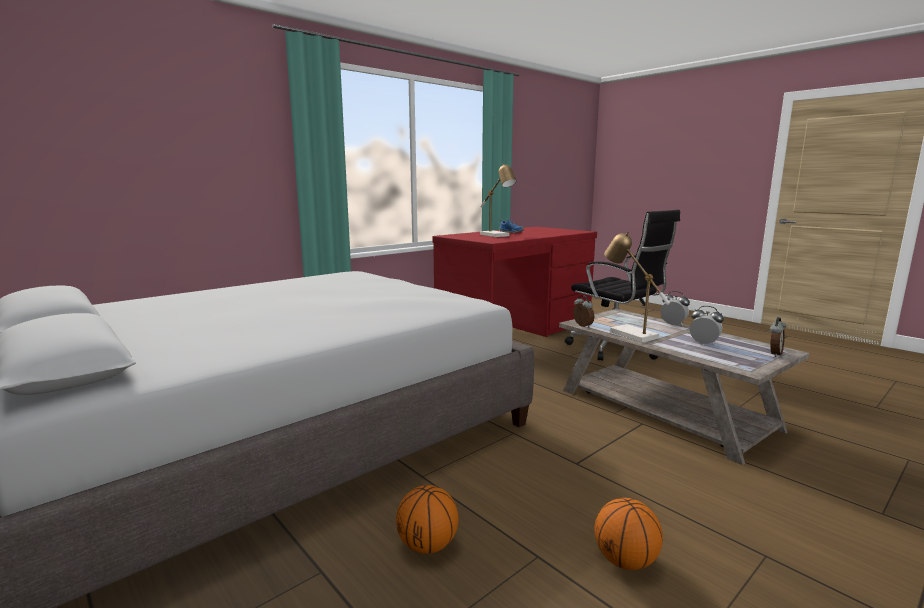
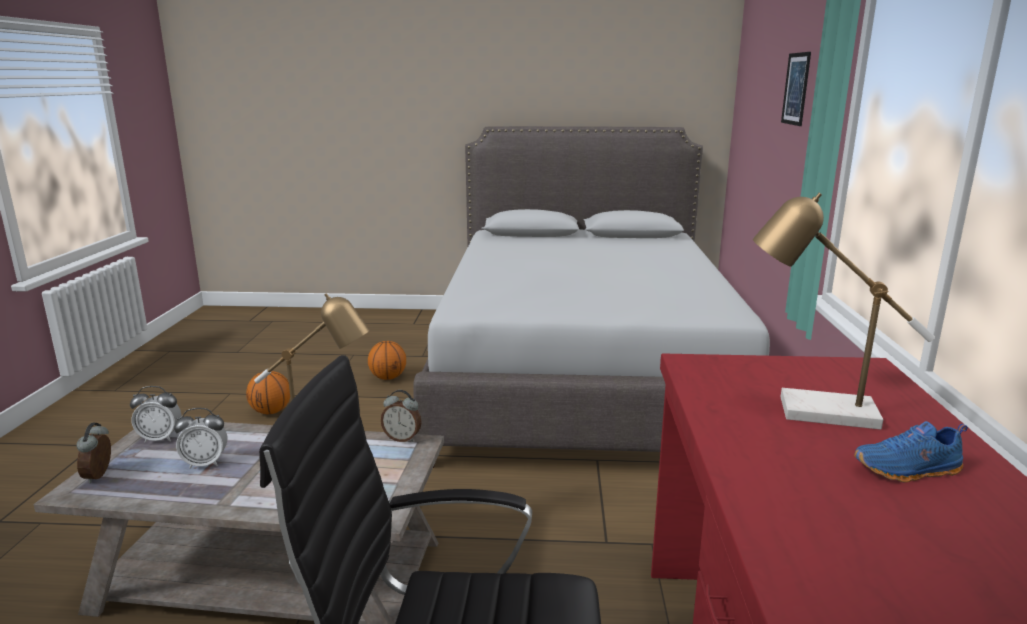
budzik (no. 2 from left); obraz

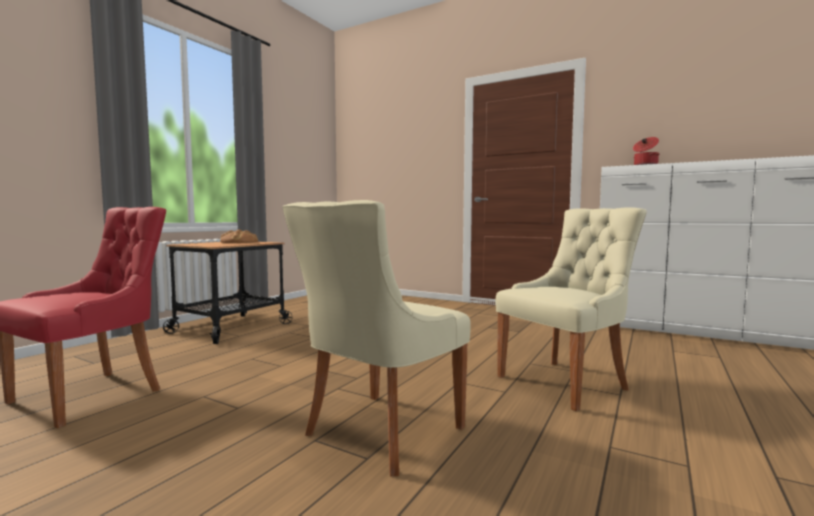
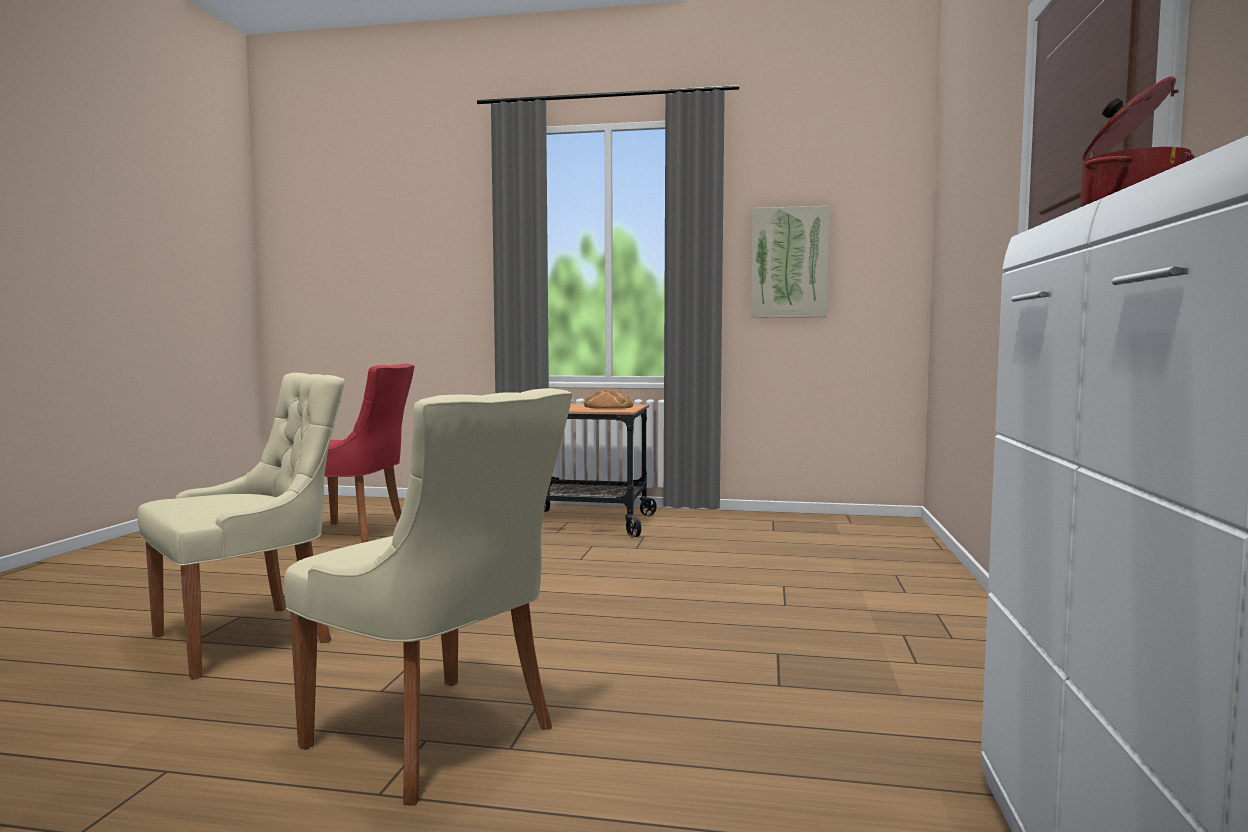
krzesło (beżowy) (no. 1 from left); obraz

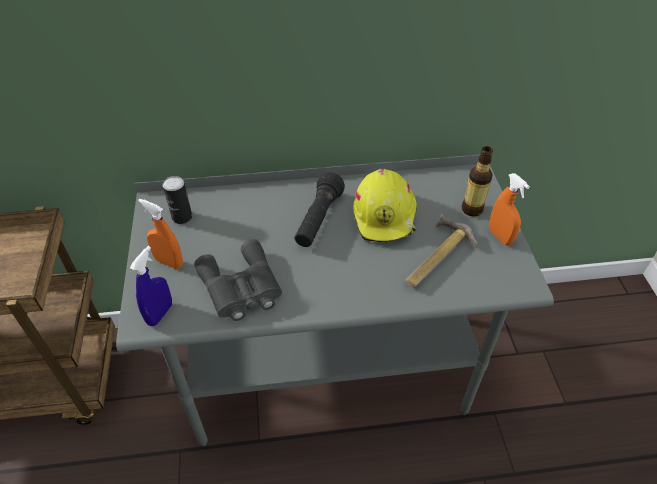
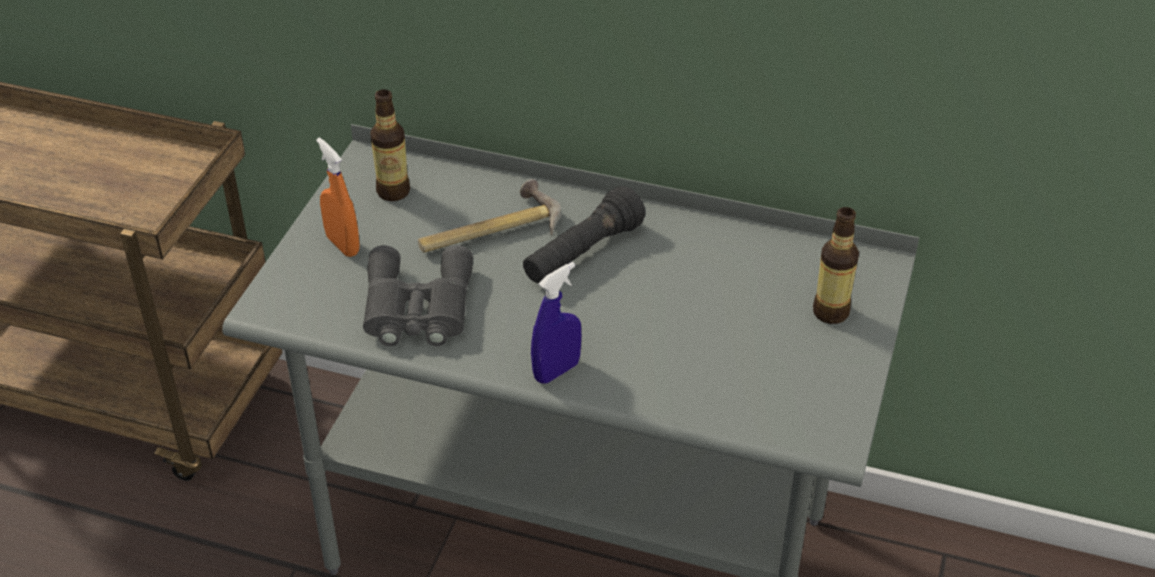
kask (żółty); spryskiwacz (pomarańczowy) (no. 2 from left in the first image); butelka (no. 1 from left); młotek; spryskiwacz (niebieski)

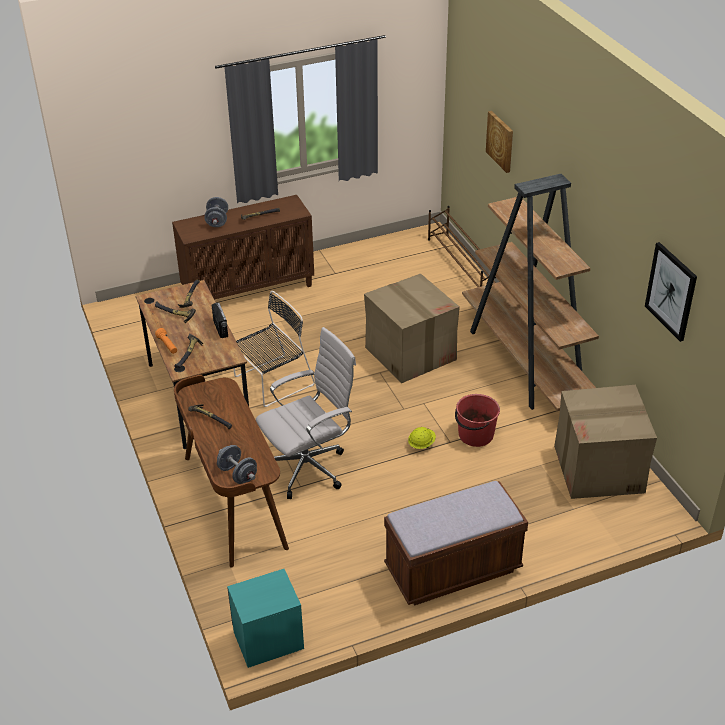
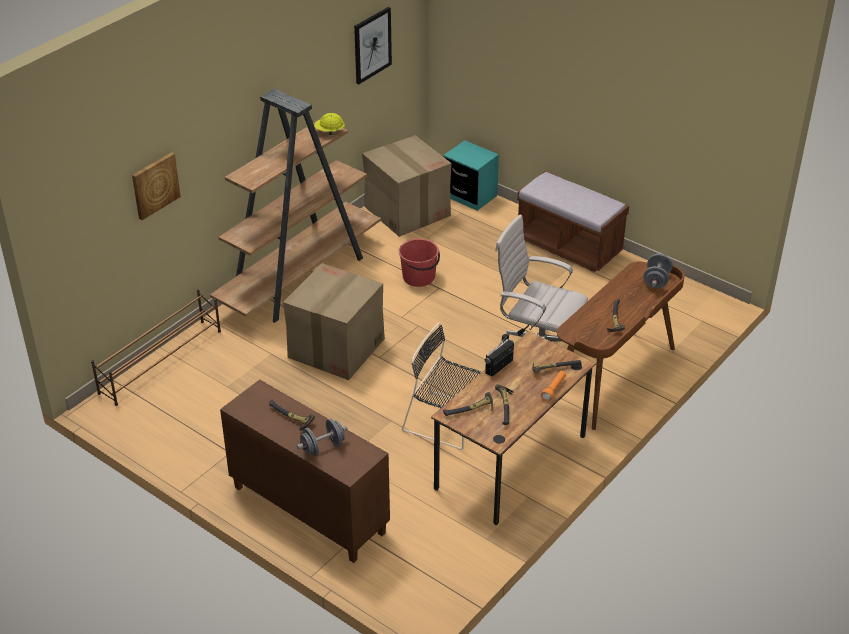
kask (żółty); szafka nocna (turkusowy)

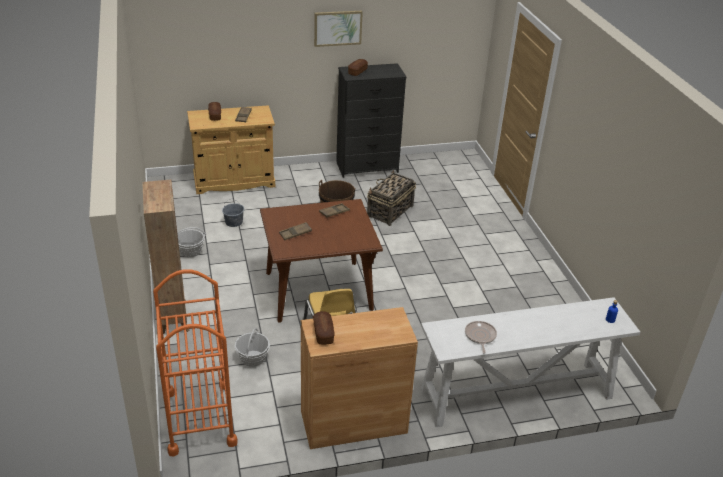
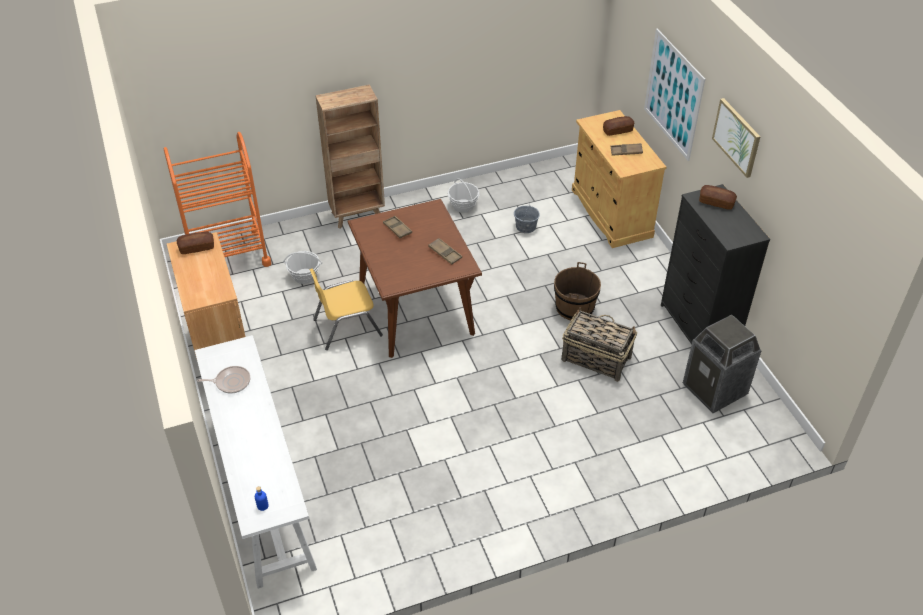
obraz (no. 1 from left); kosz na śmieci

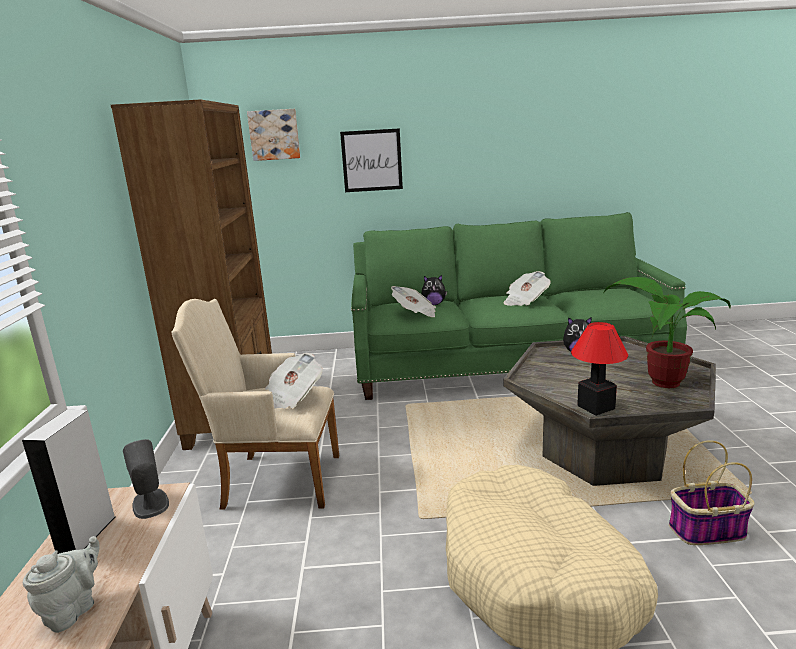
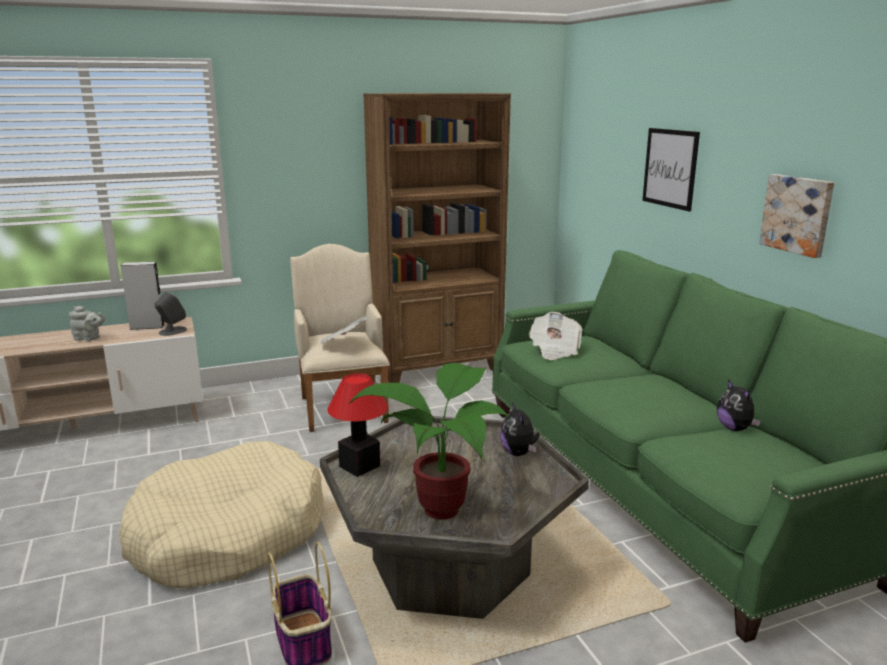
obraz (no. 2 from left); gazeta (no. 3 from left in the first image); pluszak (no. 2 from left)

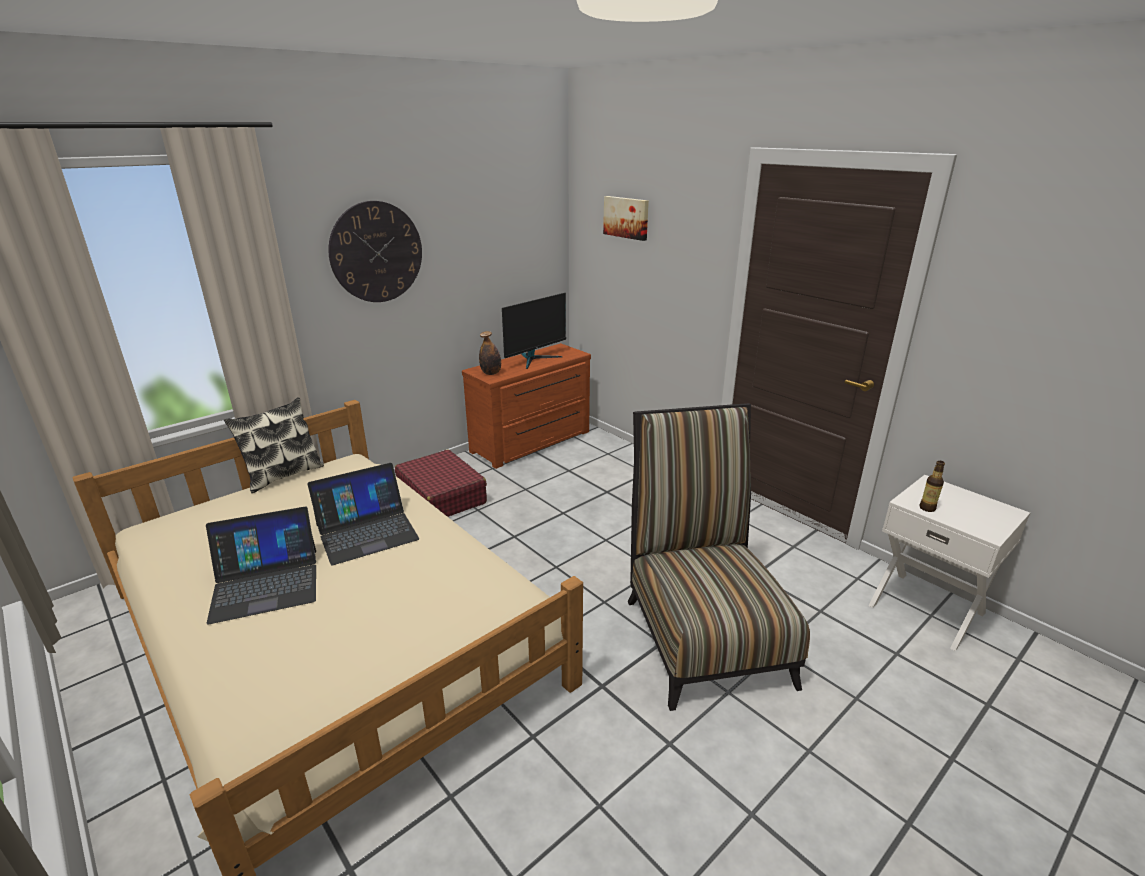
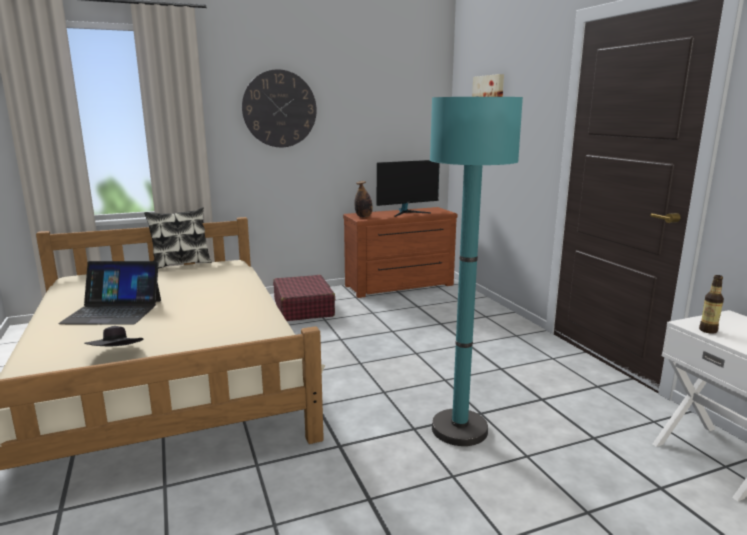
lampa stojąca (turkusowy); laptop (no. 2 from left in the first image); kapelusz (czarny)

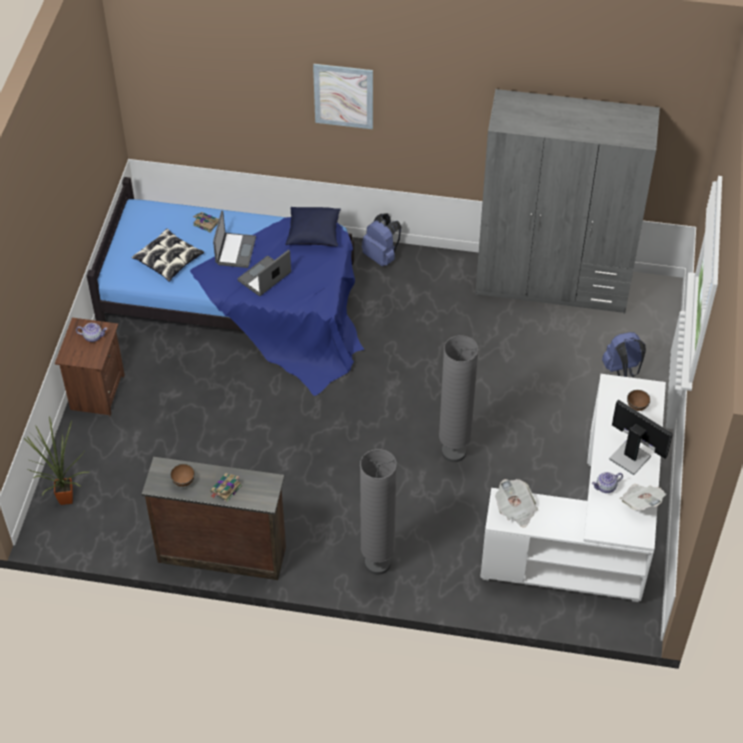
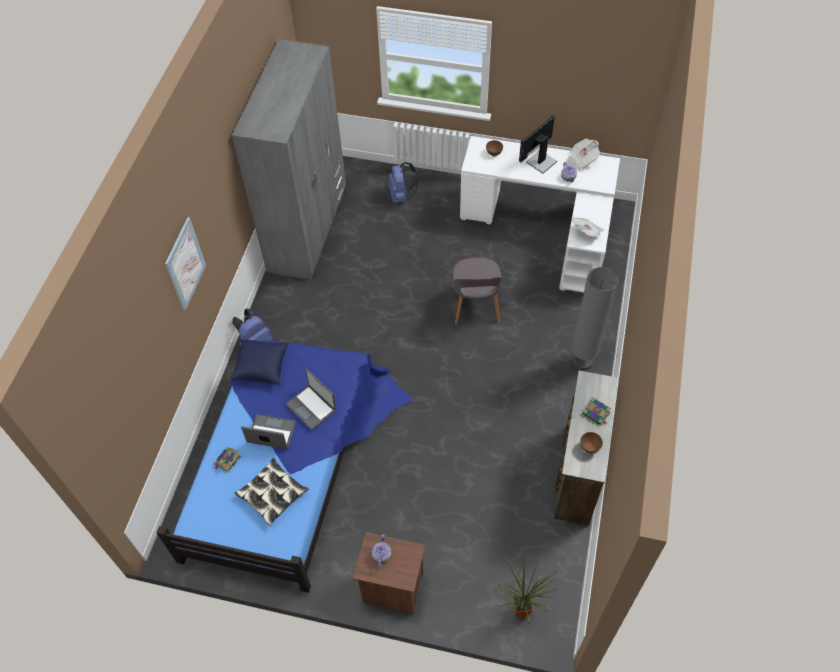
krzesło (szary)

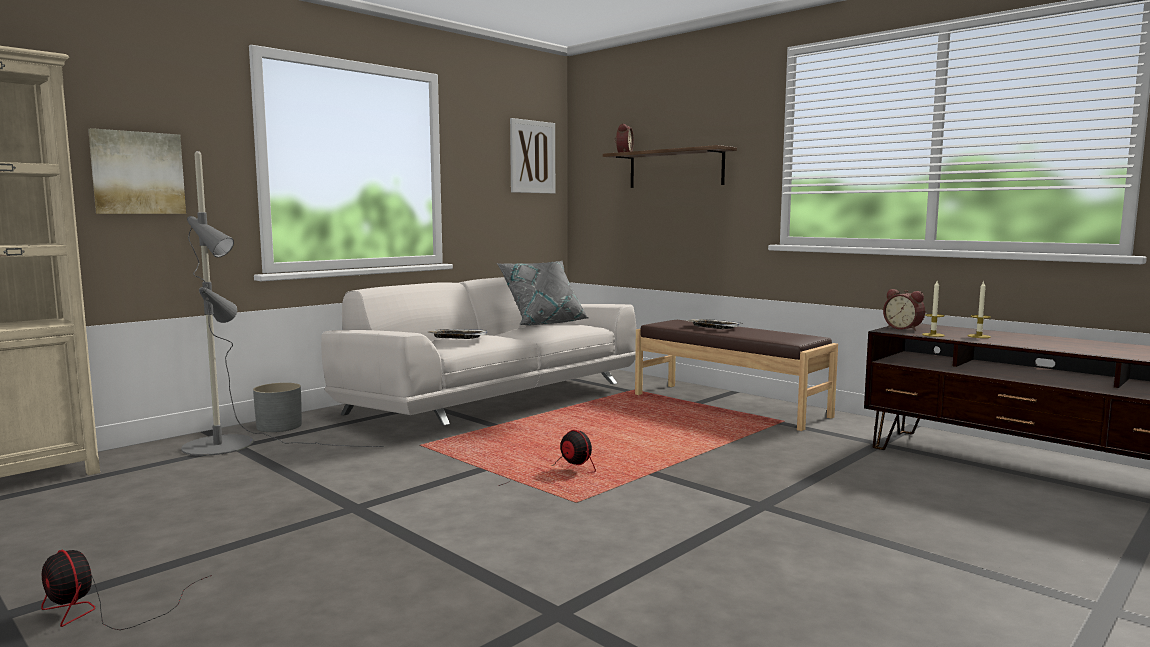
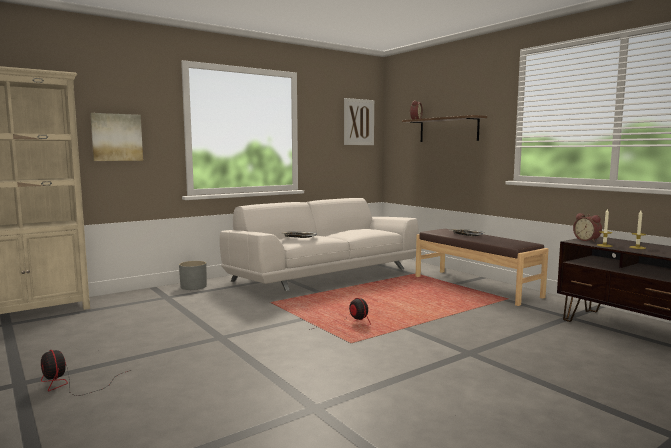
lampa stojąca (szary); poduszka (szary)

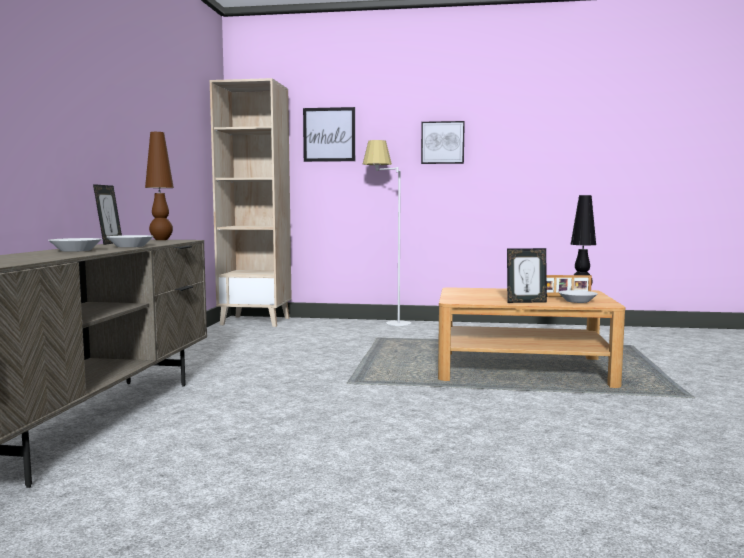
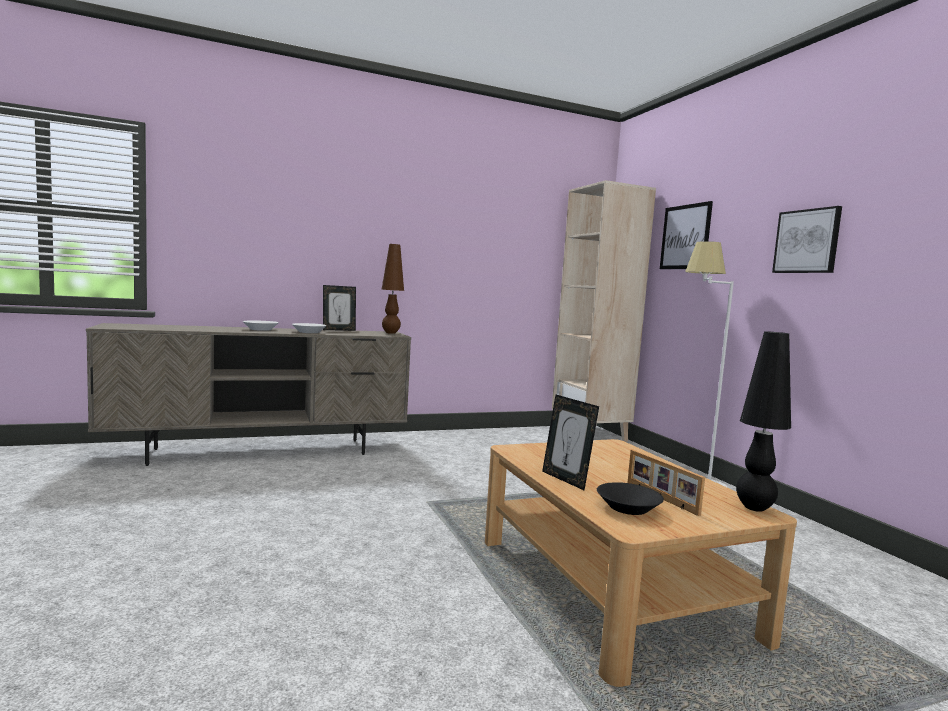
miska (czarny)

